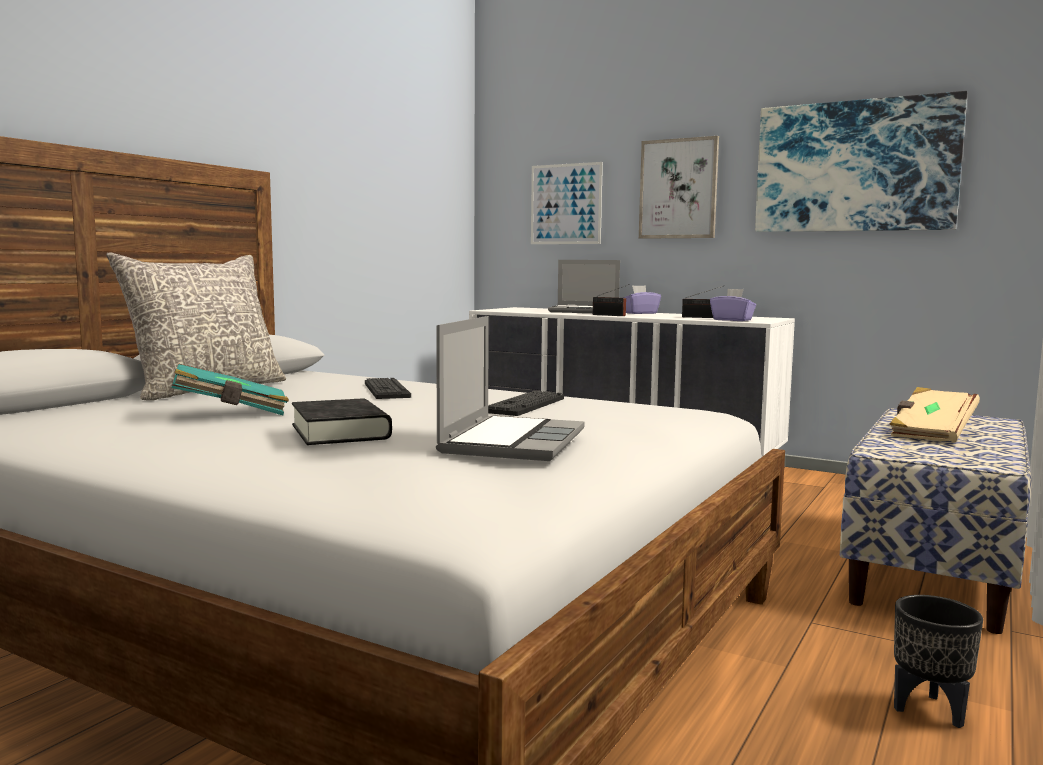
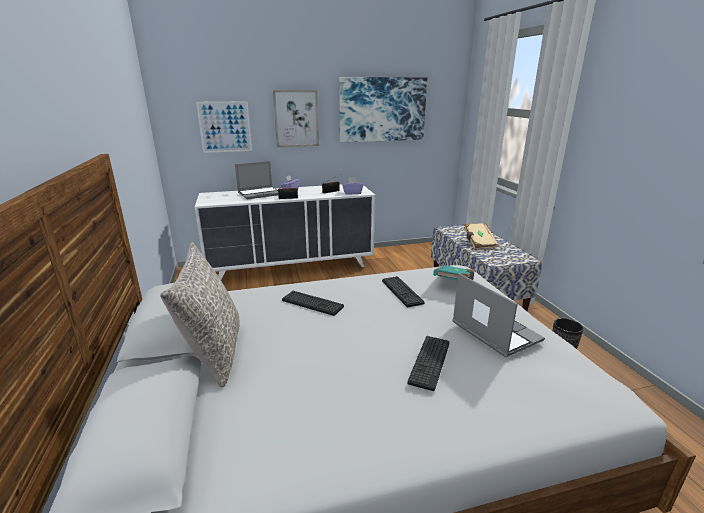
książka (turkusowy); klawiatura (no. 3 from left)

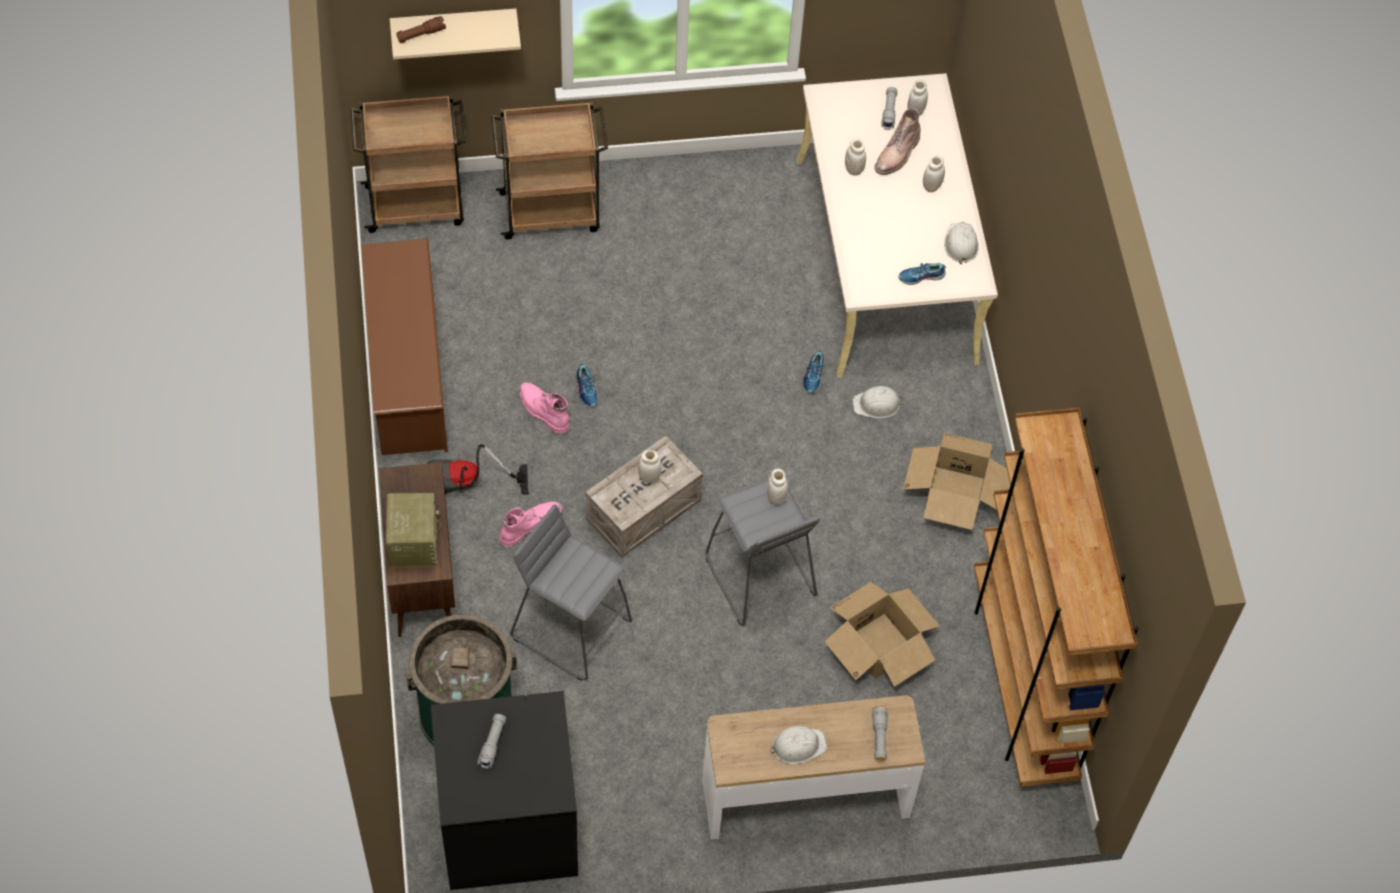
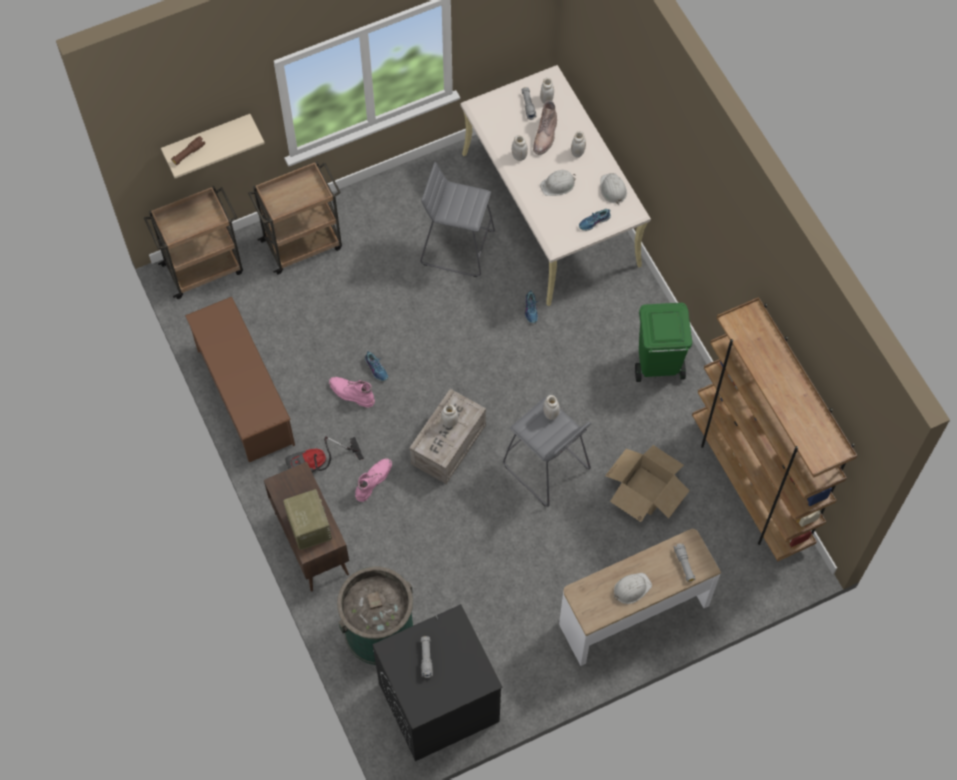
kask (biały) (no. 1 from left); kosz na śmieci (zielony) (no. 2 from left); stołek (szary) (no. 1 from left)

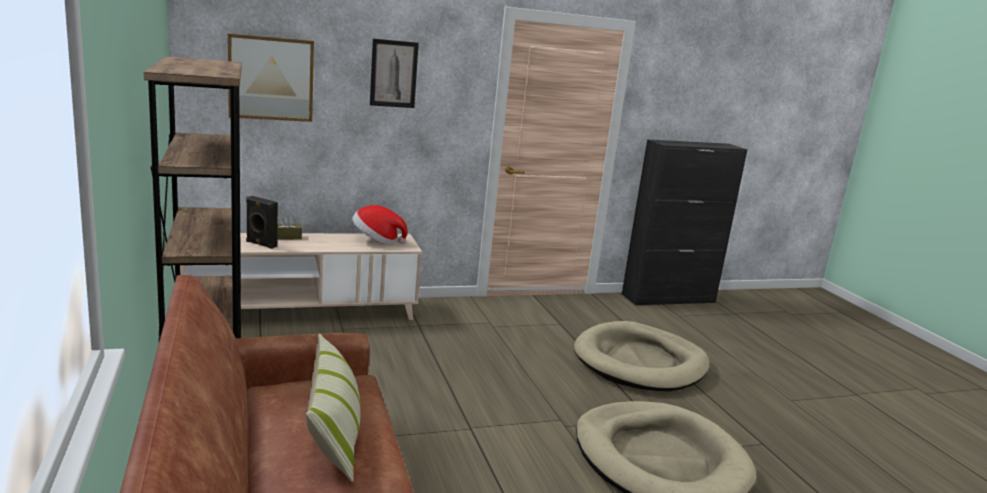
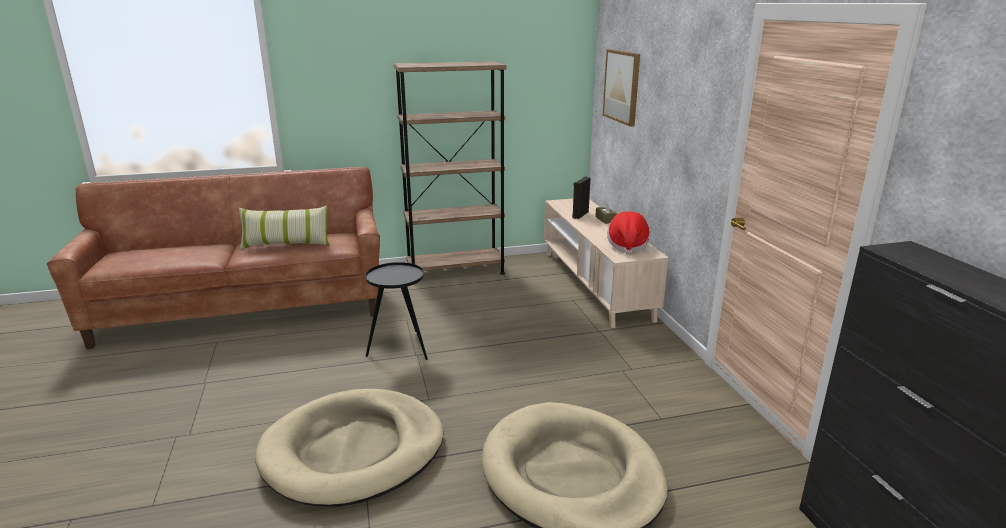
obraz (no. 2 from left in the first image); stolik (czarny)

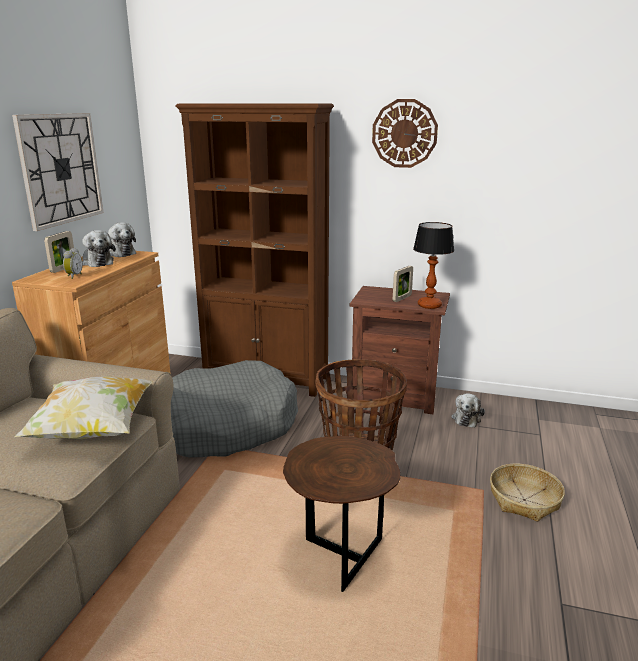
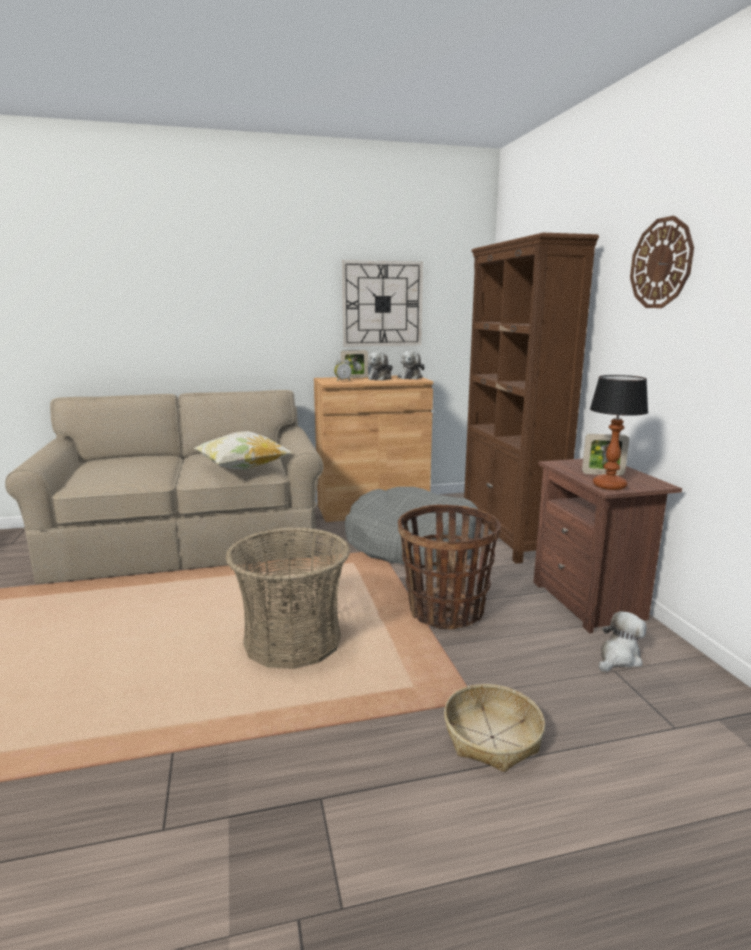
pluszak (no. 3 from left); koszyk (no. 1 from left)

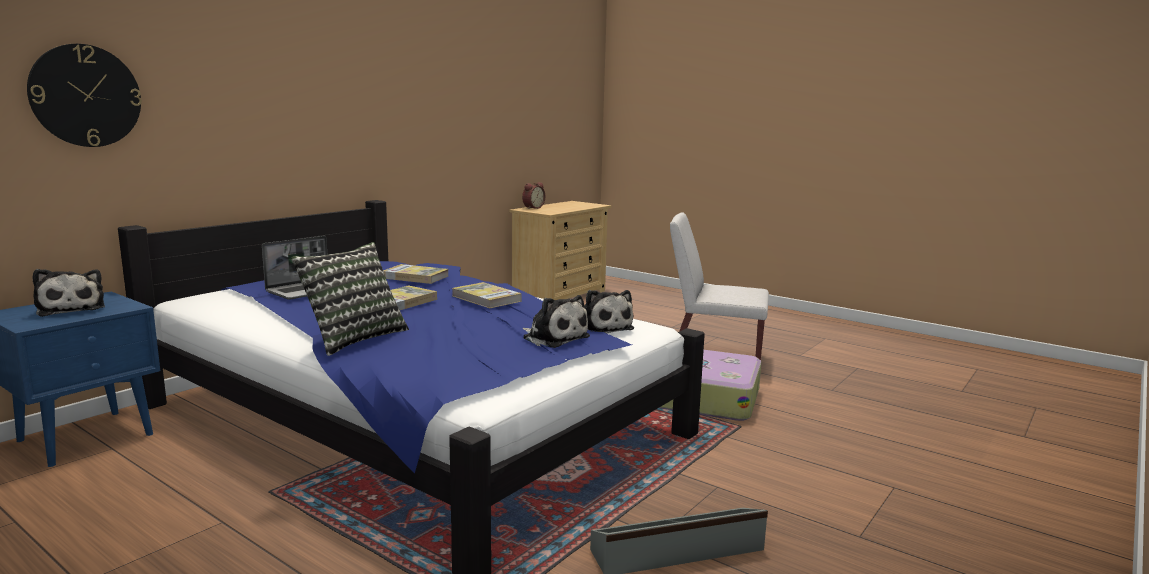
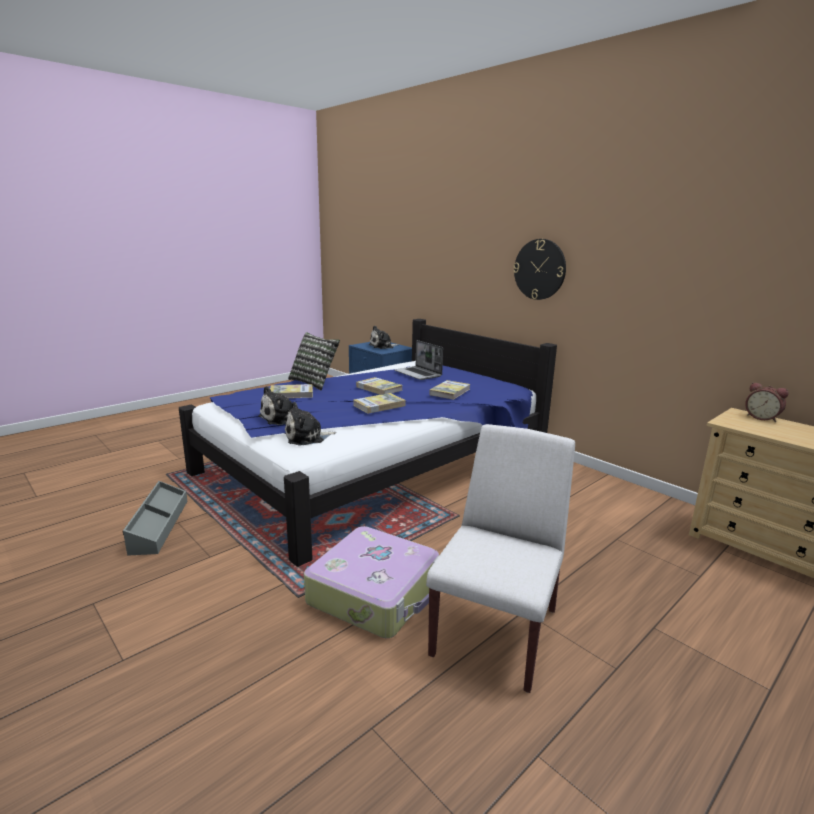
zegar ścienny; książka (no. 1 from left)

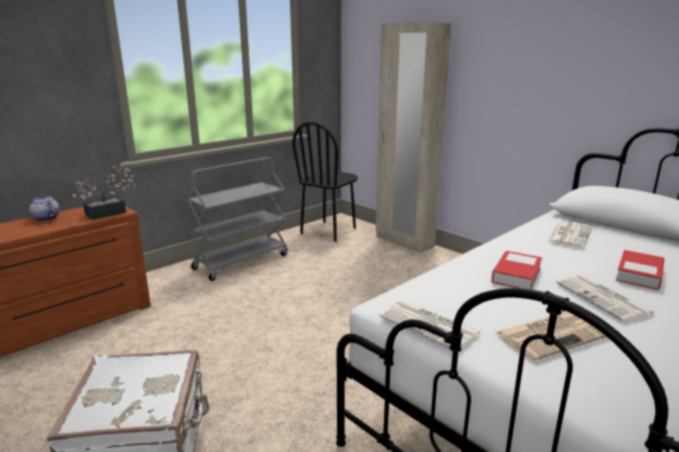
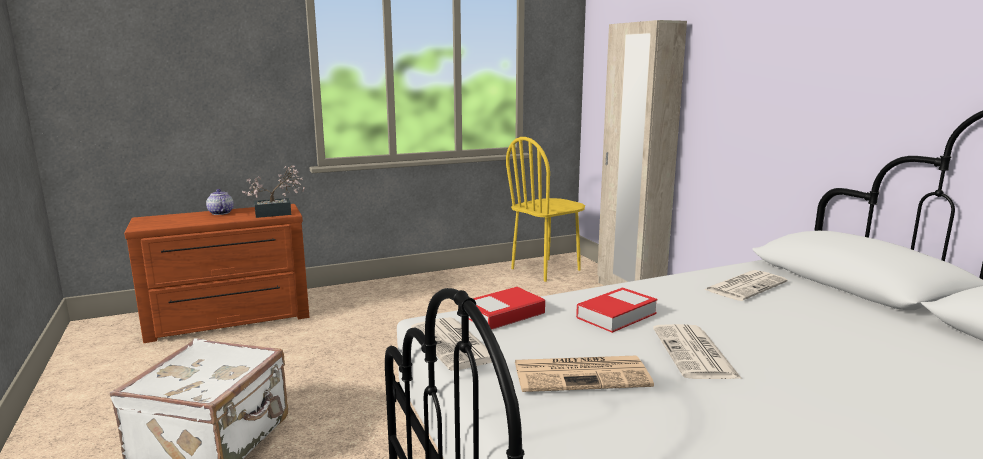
krzesło (żółty); wózek (szary); książka (no. 1 from left)

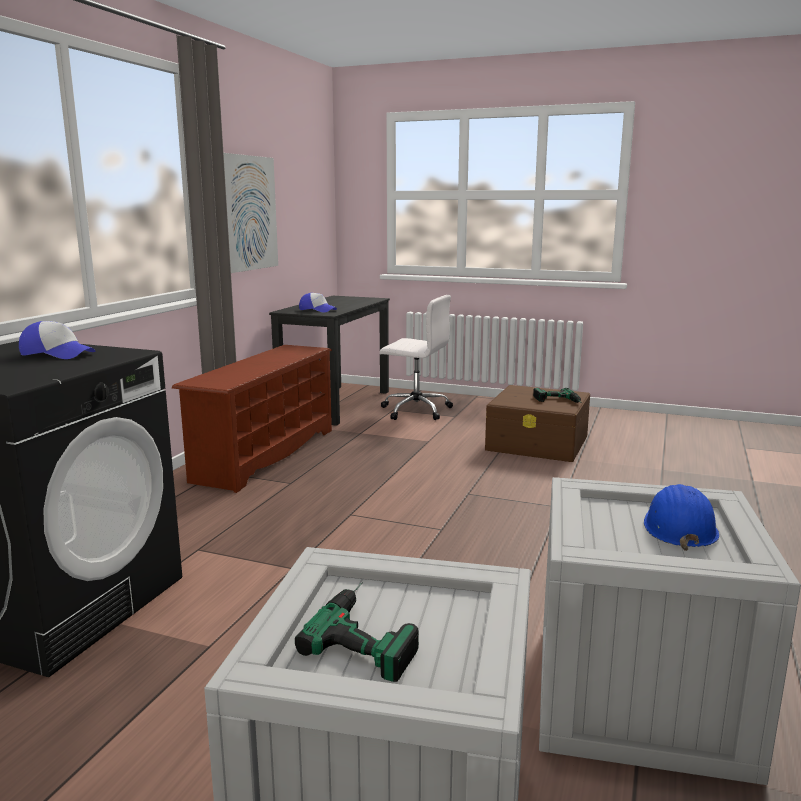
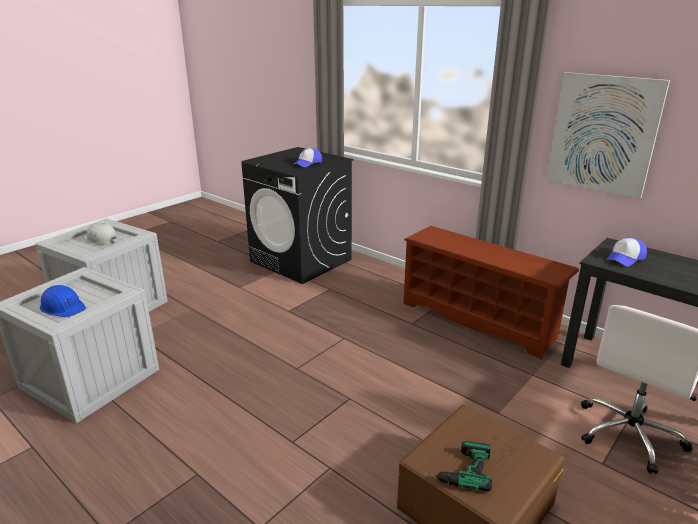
kask (biały)

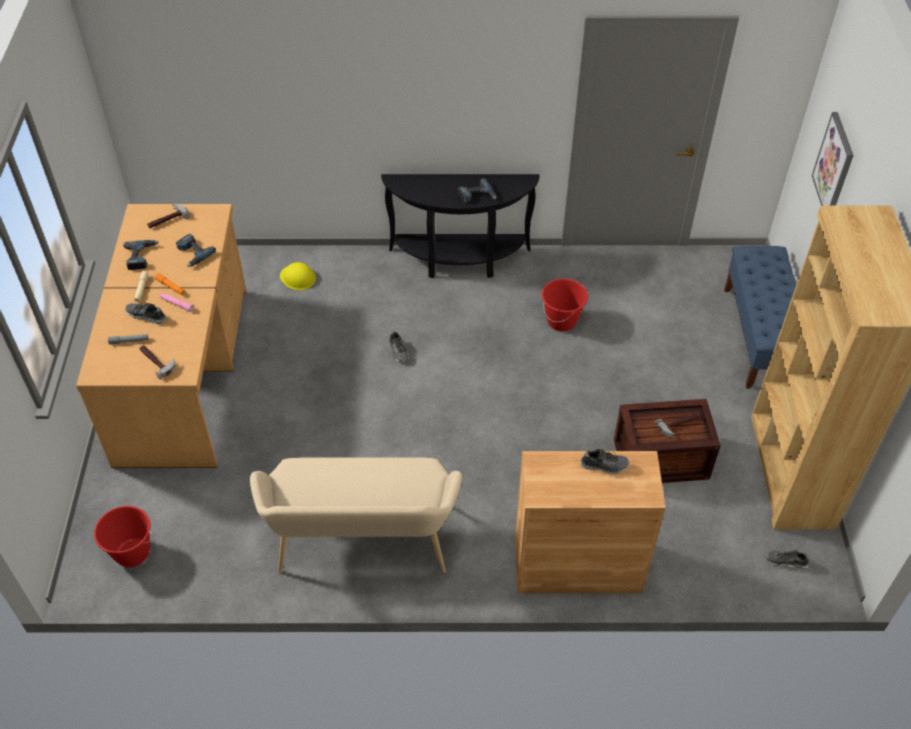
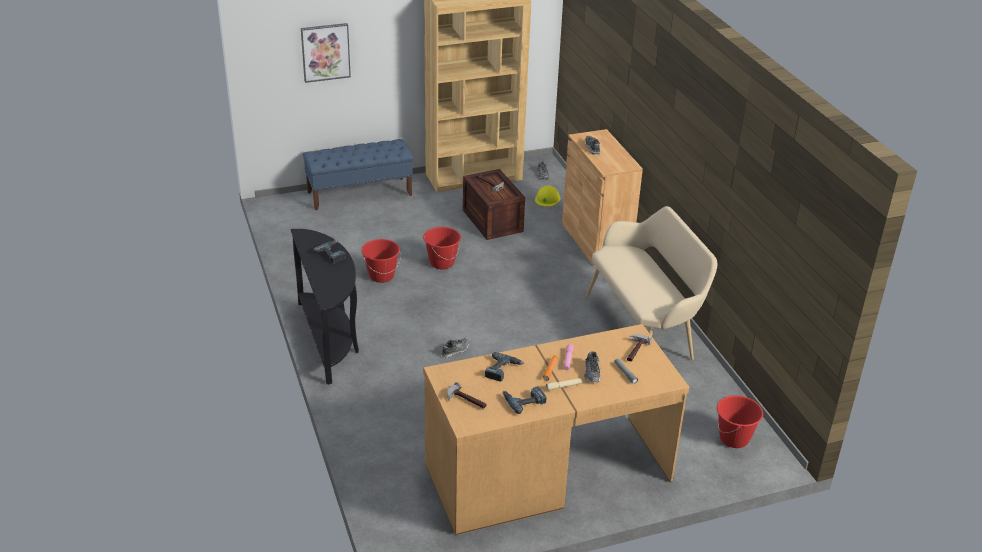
kask (żółty); wiadro (czerwony) (no. 2 from left)

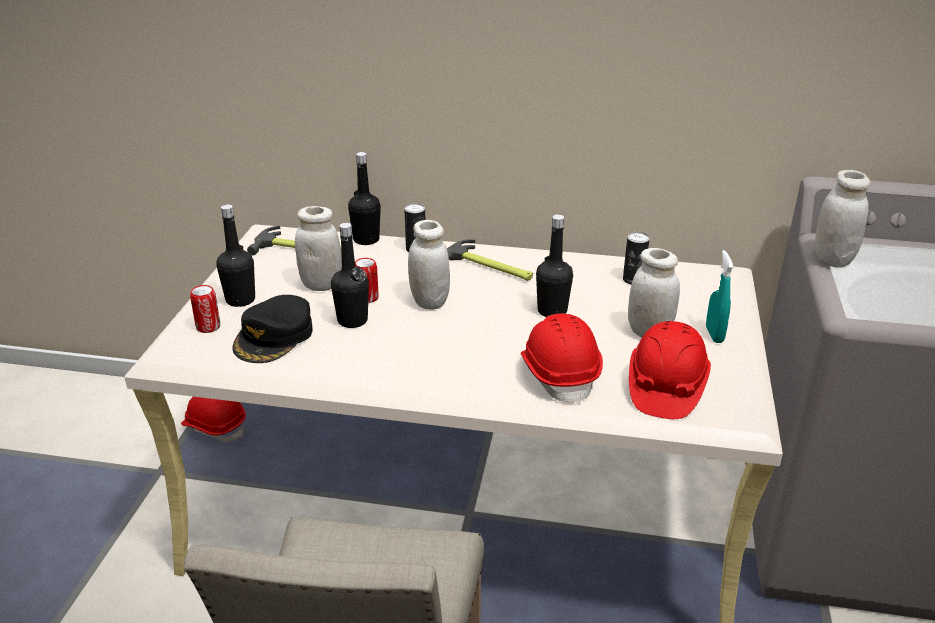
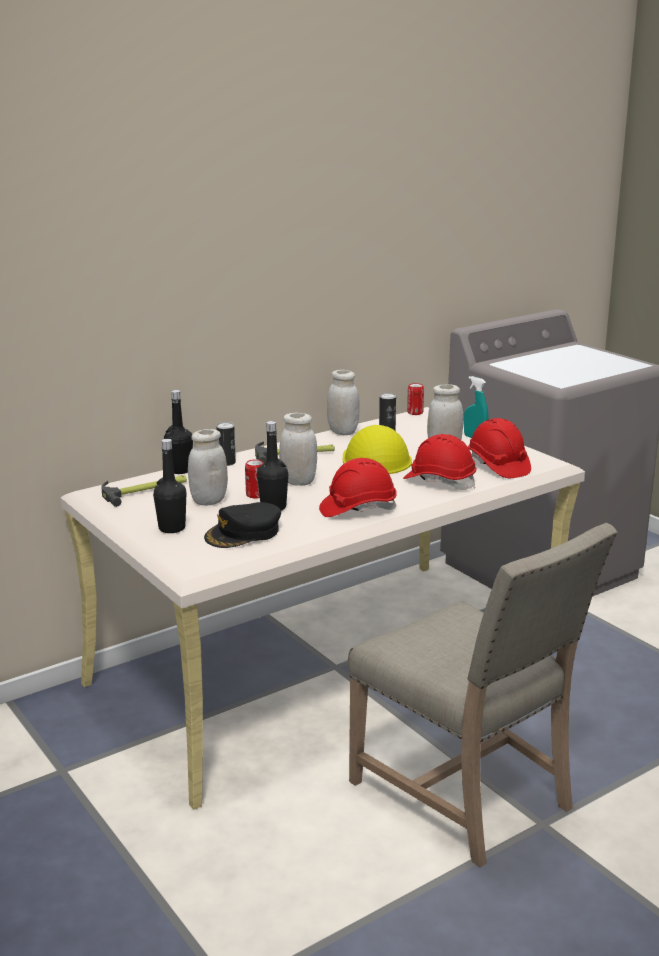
słoik (biały) (no. 3 from left); kask (żółty); puszka (no. 4 from left); czapka z daszkiem (czarny); kask (czerwony) (no. 1 from left)

